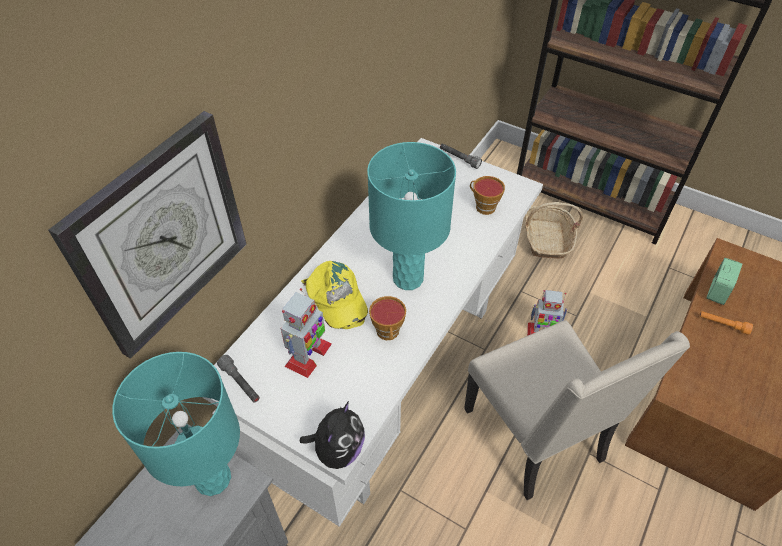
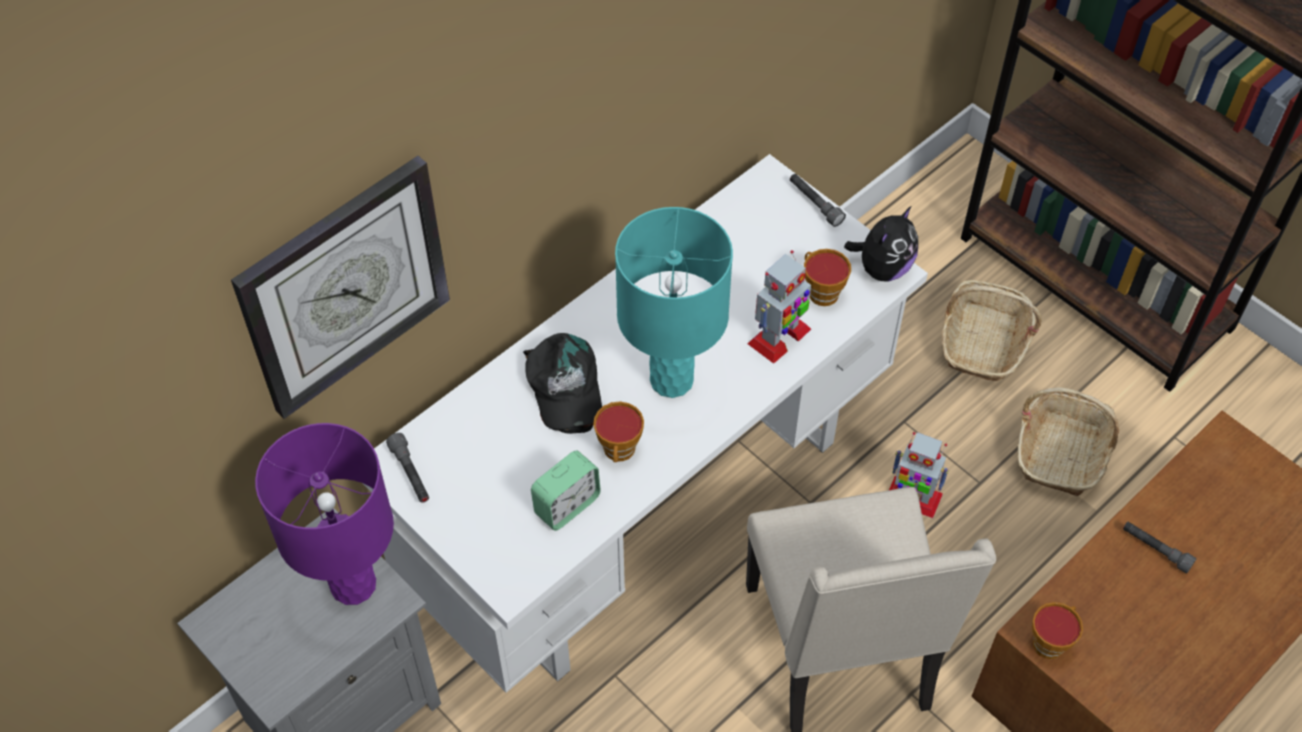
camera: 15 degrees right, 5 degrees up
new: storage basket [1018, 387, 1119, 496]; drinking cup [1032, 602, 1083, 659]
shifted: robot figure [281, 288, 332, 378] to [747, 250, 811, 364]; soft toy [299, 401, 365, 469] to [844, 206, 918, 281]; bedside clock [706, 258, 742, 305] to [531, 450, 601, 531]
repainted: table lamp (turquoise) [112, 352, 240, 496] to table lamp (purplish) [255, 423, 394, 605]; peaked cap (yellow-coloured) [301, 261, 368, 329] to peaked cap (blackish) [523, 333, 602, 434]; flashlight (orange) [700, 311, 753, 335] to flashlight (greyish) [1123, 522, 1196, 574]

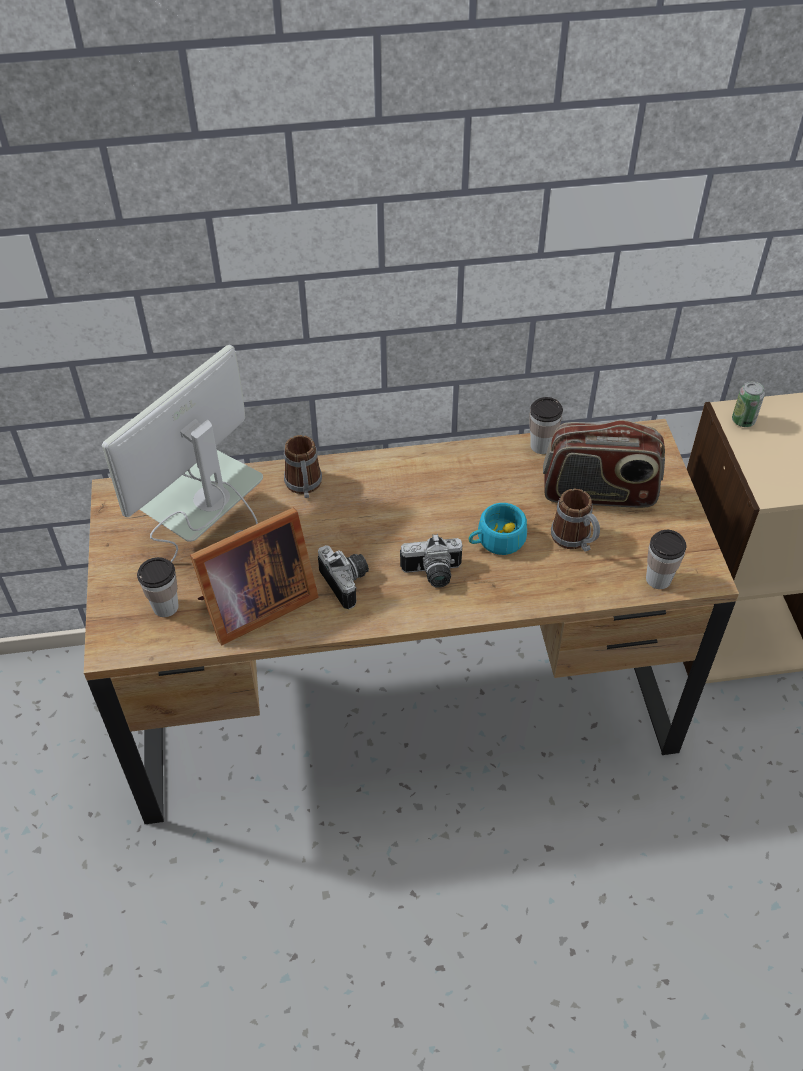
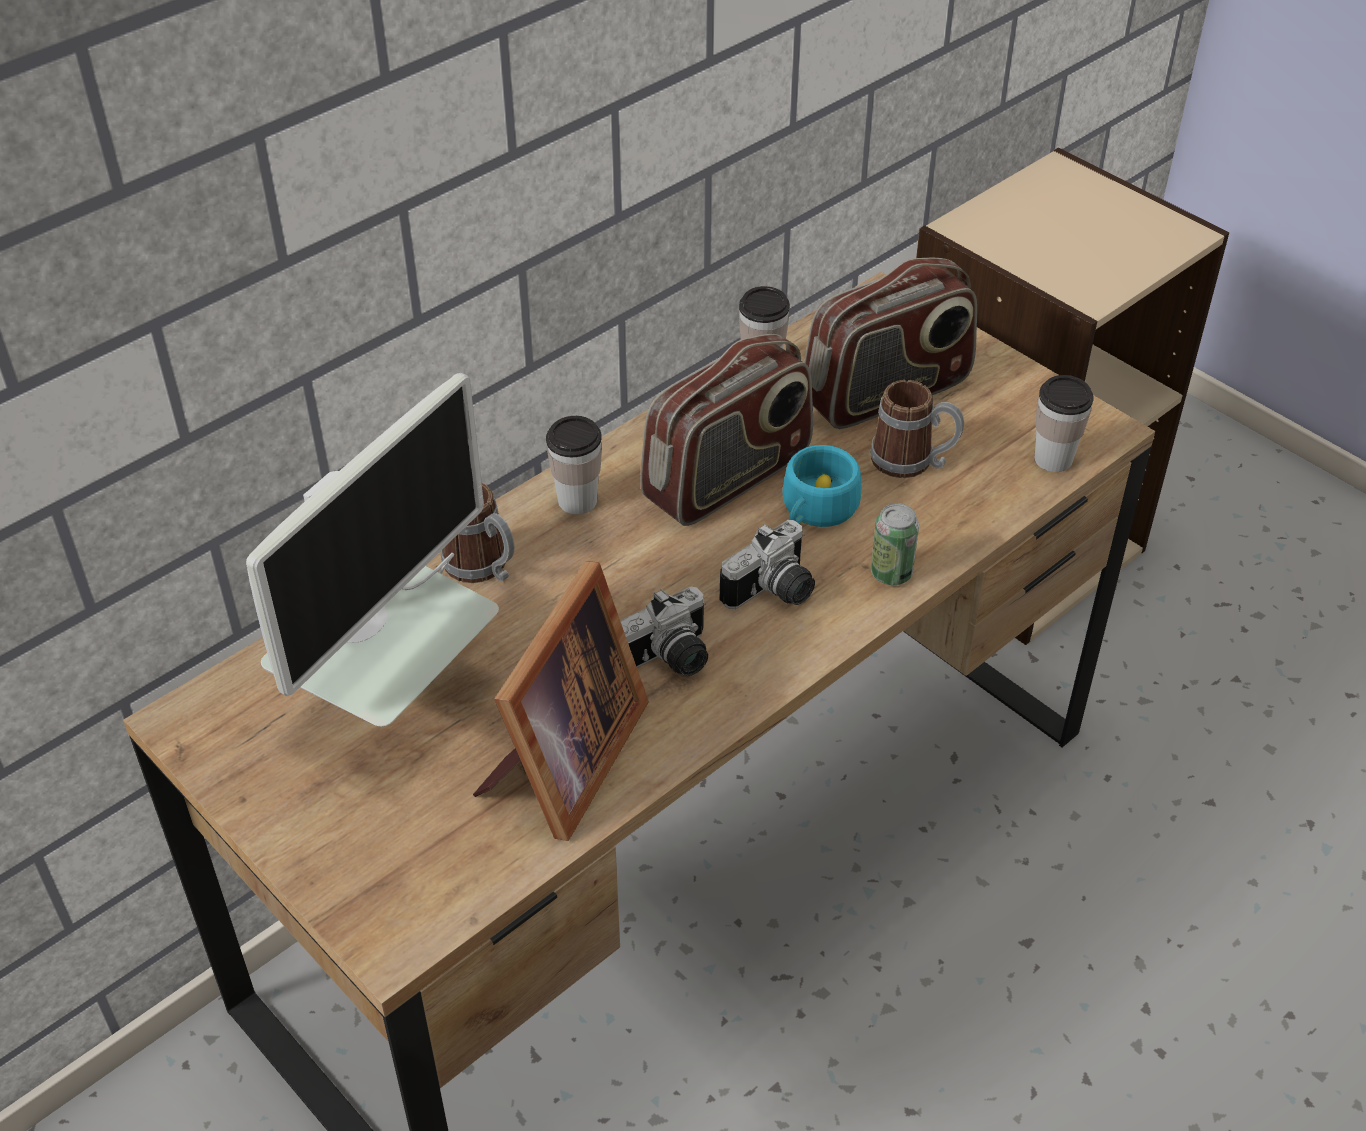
camera: 35 degrees left, 5 degrees down
new: radio [640, 334, 813, 526]
shifted: drinking cup [137, 557, 179, 617] to [546, 416, 602, 514]; metal can [732, 381, 765, 427] to [871, 503, 919, 585]
rotated: computer display [102, 345, 263, 562] = [246, 373, 499, 727] 150 degrees counterclockwise; photo camera [318, 545, 369, 609] = [620, 586, 708, 676] 120 degrees clockwise

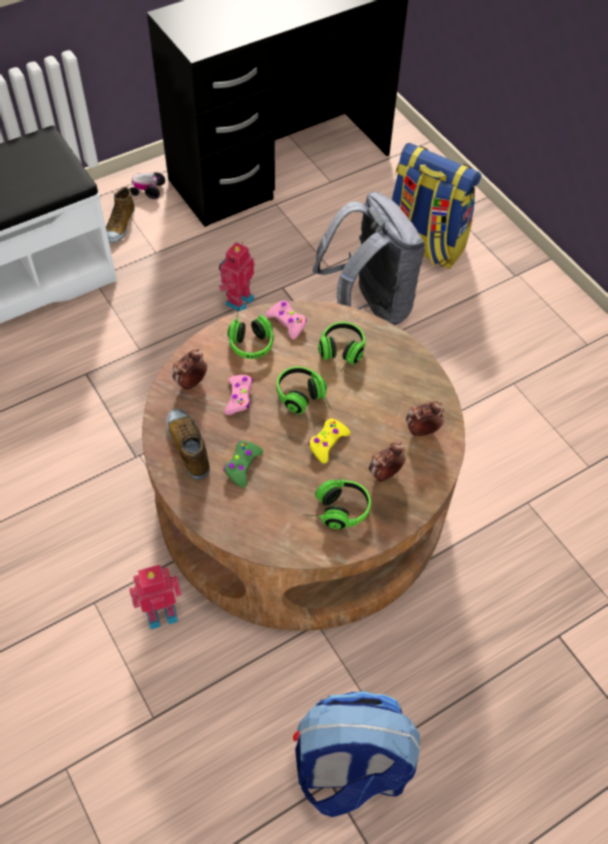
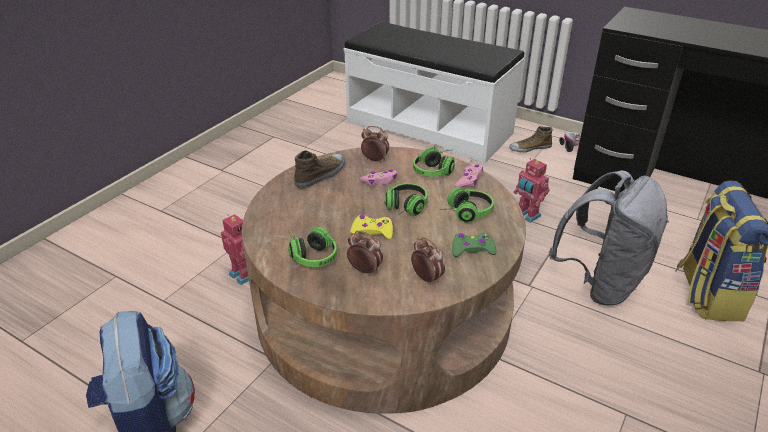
camera: 65 degrees right, 20 degrees down
shifted: joypad (greenish) [223, 441, 263, 488] to [452, 232, 497, 257]
rotated: robot figure [219, 242, 255, 311] = [513, 158, 550, 223] 135 degrees counterclockwise

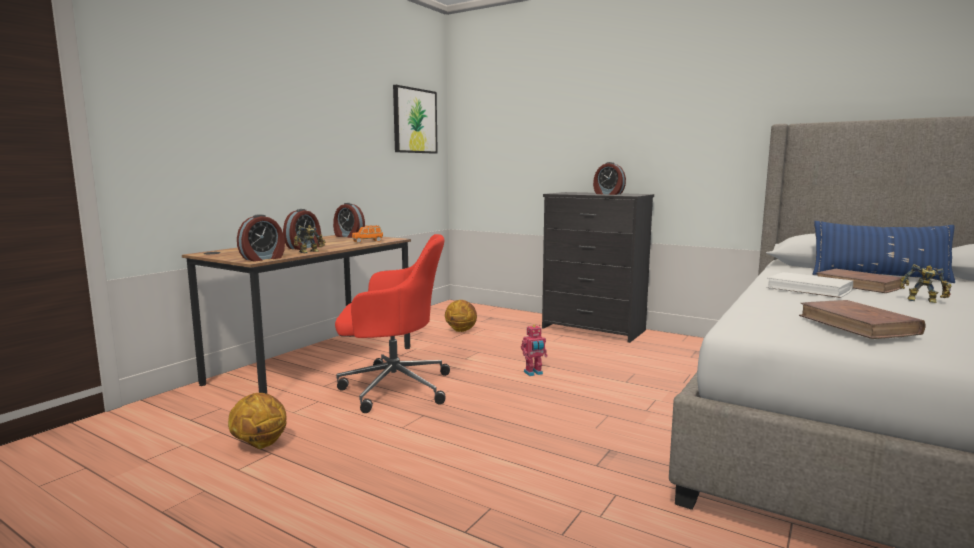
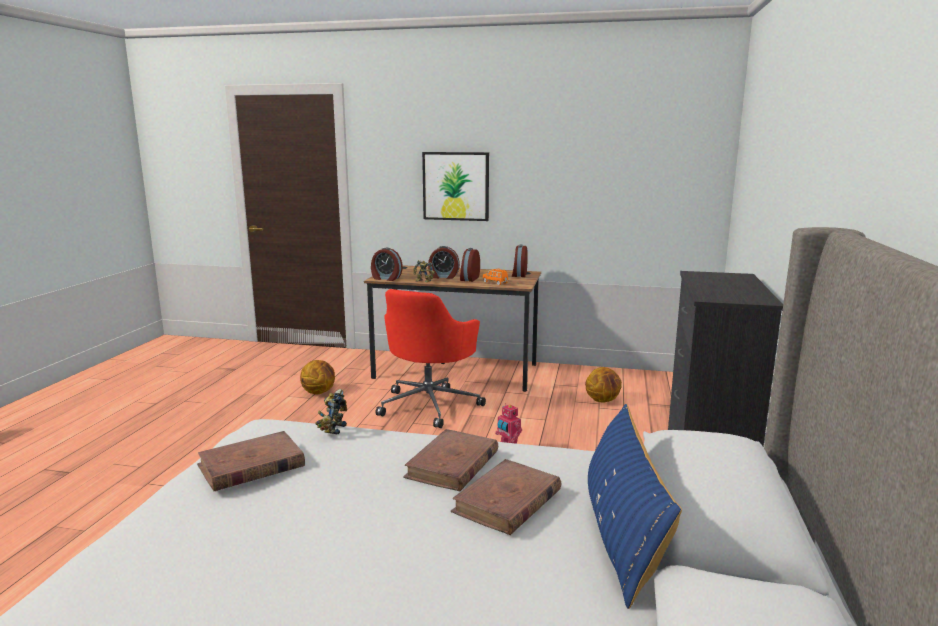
camera: 70 degrees right, 5 degrees up
shifted: picture [393, 85, 438, 154] to [422, 152, 489, 221]; bedside clock [593, 162, 626, 195] to [460, 248, 480, 282]; robot figure [900, 264, 952, 303] to [315, 389, 347, 434]
repainted: bound book (white-coloured) [766, 272, 853, 298] to bound book (brown-coloured) [403, 429, 498, 491]
rotated: office chair (red) [335, 234, 450, 413] = [376, 289, 486, 428] 45 degrees clockwise

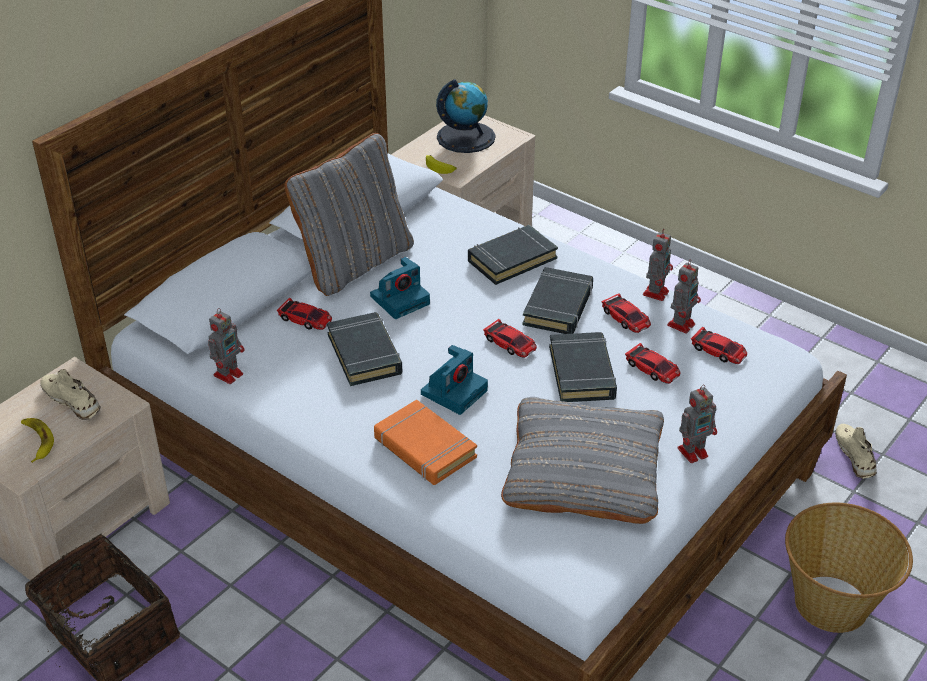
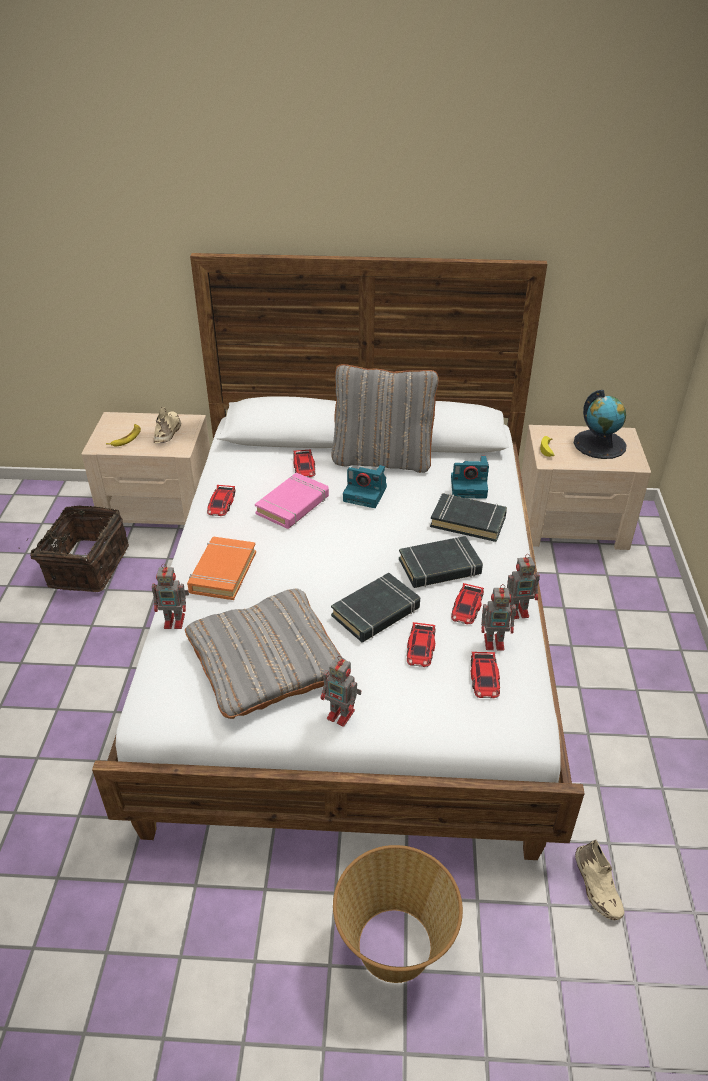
camera: 55 degrees right, 0 degrees up
shifted: robot figure [208, 308, 245, 384] to [152, 564, 189, 629]; photo camera [421, 345, 488, 415] to [451, 456, 489, 499]; model car [483, 319, 537, 358] to [207, 485, 236, 516]
repainted: bound book (blackish) [327, 312, 402, 386] to bound book (pinkish) [255, 473, 329, 529]
rotated: shoe (beige) [835, 424, 877, 479] = [575, 840, 624, 920] 120 degrees clockwise

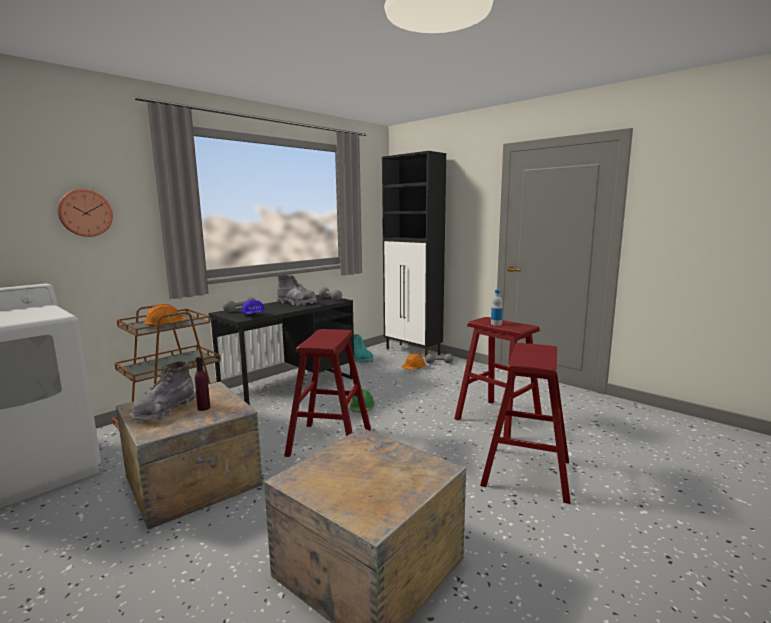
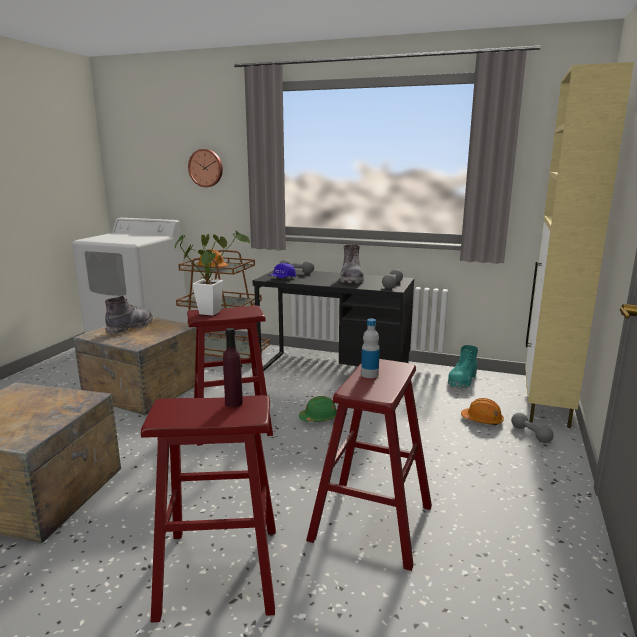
camera: 65 degrees right, 5 degrees up
new: potted plant [175, 230, 250, 316]
shifted: bottle (purplish) [195, 357, 210, 411] to [223, 328, 243, 407]
repainted: cabinet (blackish) [382, 151, 446, 357] to cabinet (beige) [525, 62, 634, 428]
rotated: high-top boot (greyish) [130, 361, 196, 424] = [105, 296, 153, 334] 120 degrees clockwise

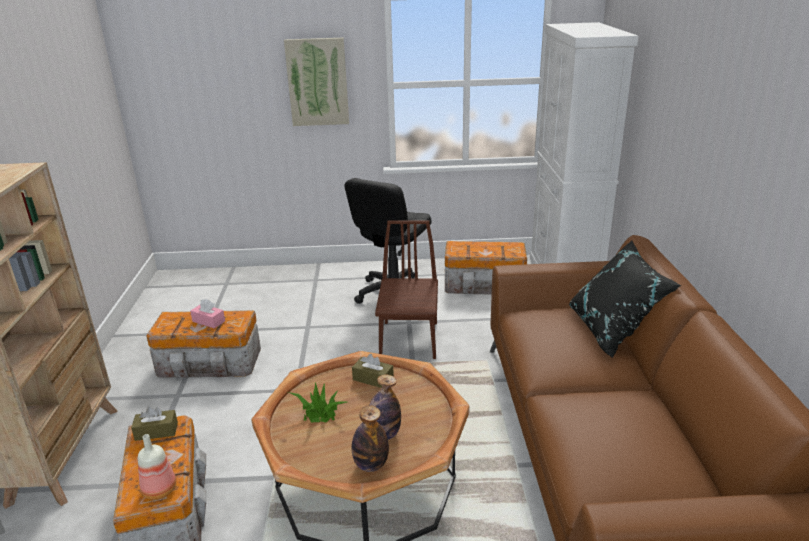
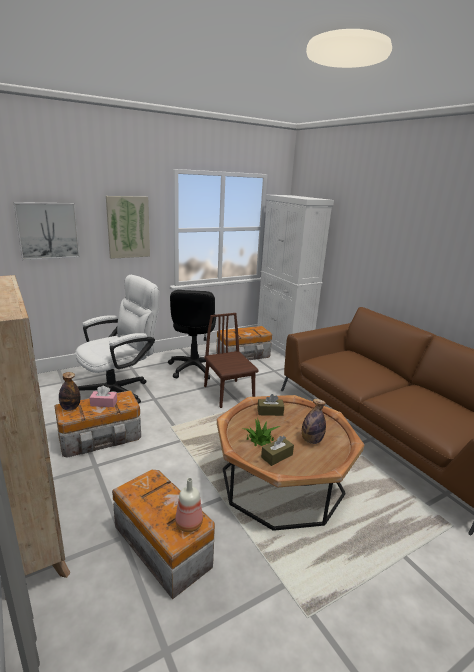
camera: 30 degrees left, 5 degrees down
gone: pillow (blackish) [569, 240, 681, 358]
new: picture [14, 202, 80, 260]; office chair (white-coloured) [75, 275, 159, 404]
shifted: tissue holder (brown-coloured) [131, 406, 178, 441] to [261, 436, 294, 466]; bottle [351, 405, 389, 472] to [59, 372, 80, 411]

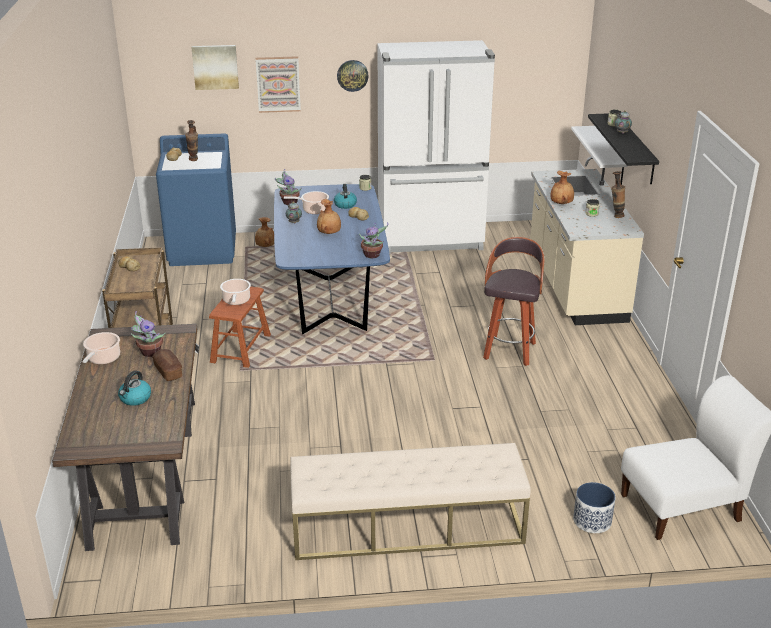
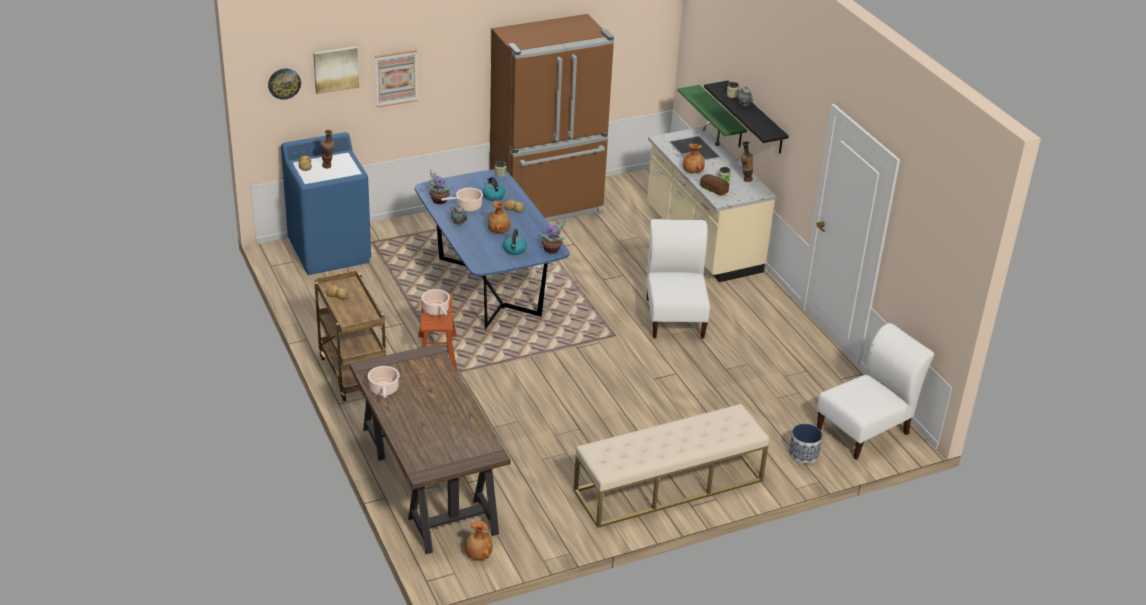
camera: 20 degrees left, 5 degrees up
gone: potted plant [131, 311, 166, 357]
shifted: tea kettle [118, 370, 151, 406] to [503, 229, 527, 255]; bread [152, 349, 182, 381] to [700, 174, 729, 196]; flower vase (brown-coloured) [255, 217, 274, 247] to [465, 521, 493, 560]; wall clock [337, 60, 369, 92] to [268, 69, 301, 100]
swapped: stool seat [483, 237, 544, 366] to upright chair (white-coloured) [646, 219, 710, 339]
repainted: kitchen fridge (white-coloured) [378, 40, 495, 254] to kitchen fridge (brown-coloured) [490, 14, 614, 222]; shelf (white-coloured) [571, 126, 628, 185] to shelf (greenish) [677, 85, 747, 148]

